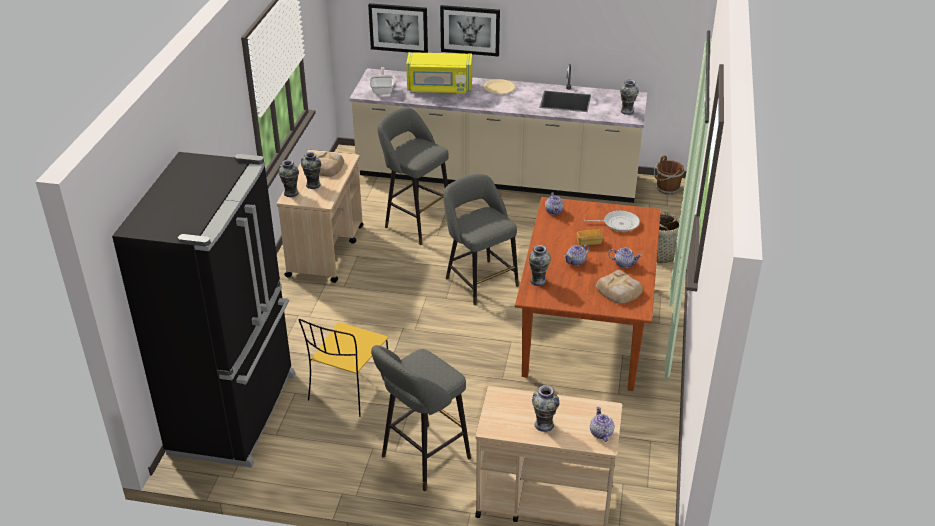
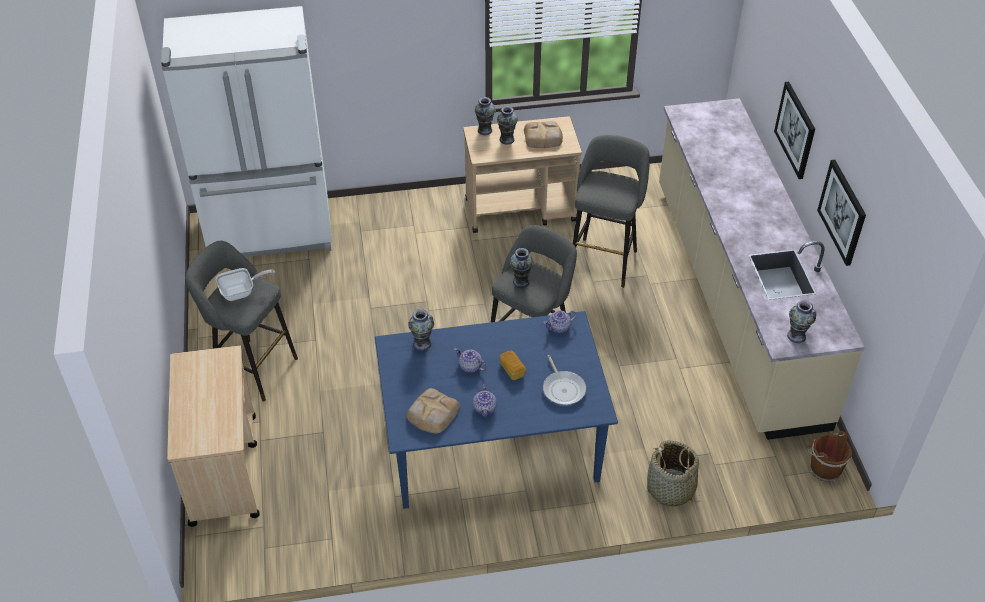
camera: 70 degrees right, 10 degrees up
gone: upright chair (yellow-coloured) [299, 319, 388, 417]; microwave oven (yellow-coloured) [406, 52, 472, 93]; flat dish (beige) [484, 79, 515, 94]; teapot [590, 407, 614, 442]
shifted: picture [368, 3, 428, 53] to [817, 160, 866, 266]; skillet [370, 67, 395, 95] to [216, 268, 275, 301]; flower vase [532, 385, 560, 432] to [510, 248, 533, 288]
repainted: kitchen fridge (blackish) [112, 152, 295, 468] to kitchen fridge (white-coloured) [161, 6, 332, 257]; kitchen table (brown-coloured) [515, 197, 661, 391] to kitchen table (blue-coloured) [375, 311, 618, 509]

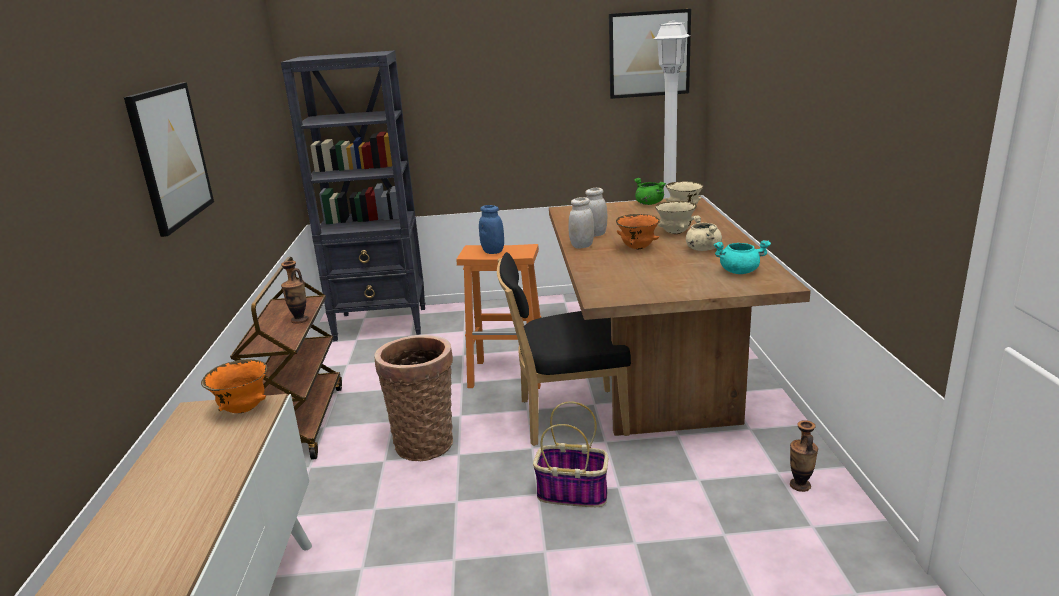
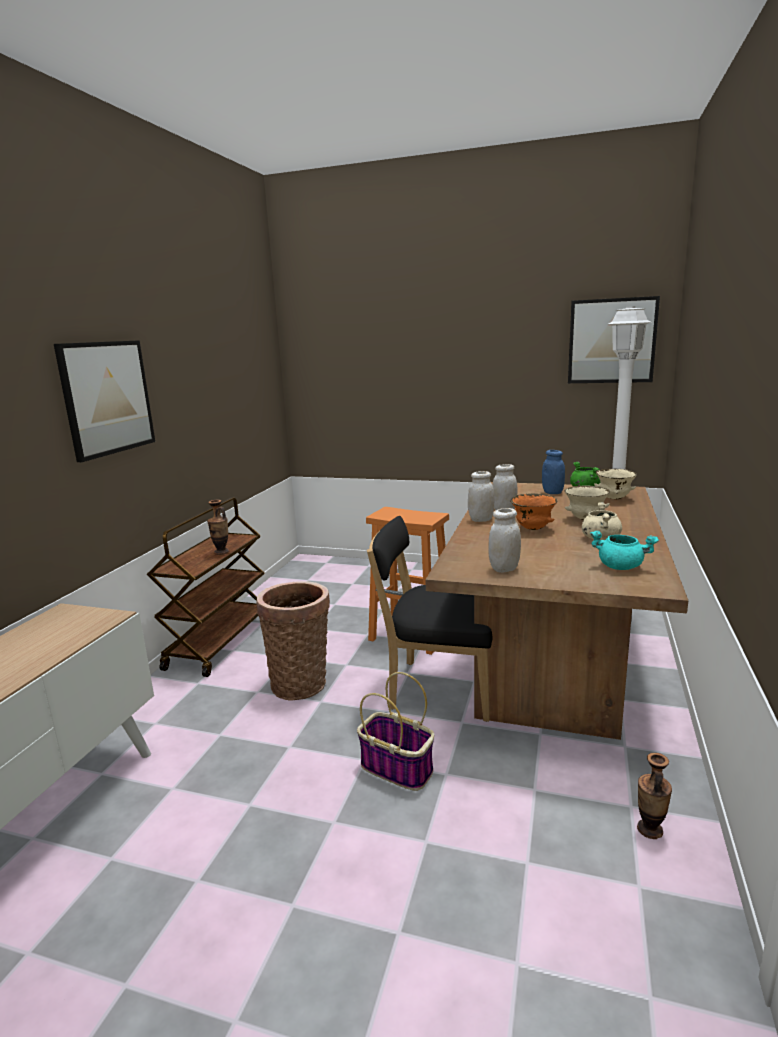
camera: 20 degrees right, 5 degrees down
gone: serving bowl (orange) [201, 359, 268, 413]; bookcase (blackish) [281, 51, 425, 341]
new: preserve jar (white-coloured) [488, 508, 521, 573]
shifted: preserve jar (blue-coloured) [479, 205, 504, 254] to [542, 450, 565, 494]

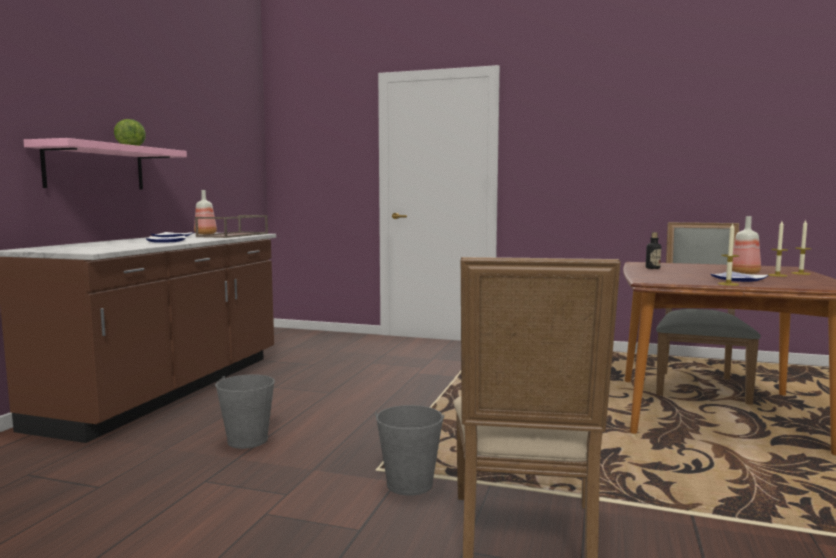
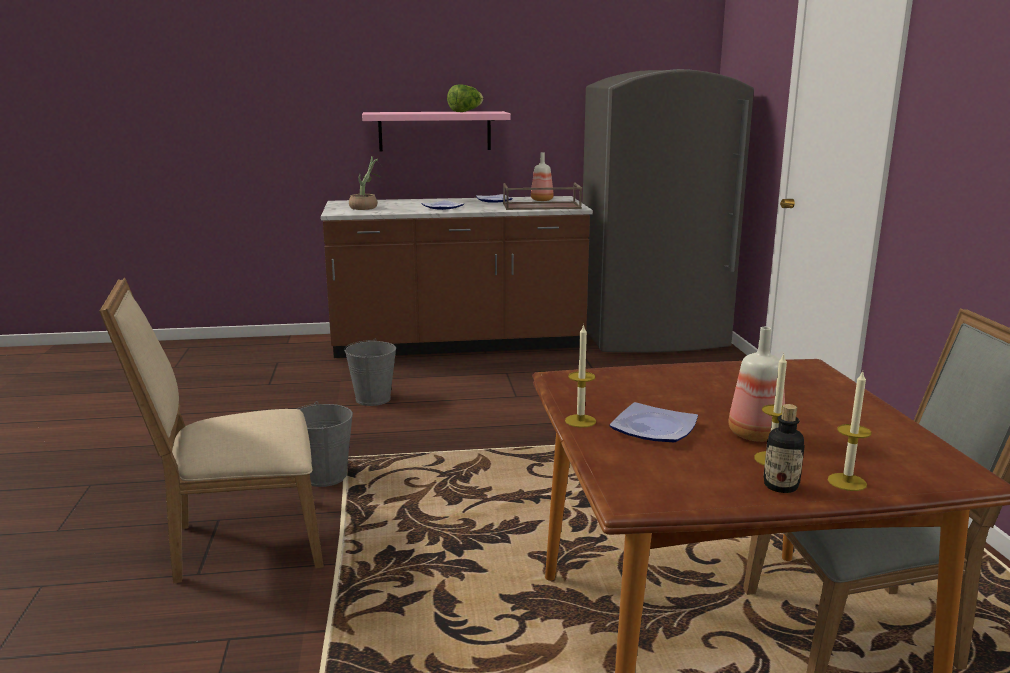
camera: 65 degrees right, 10 degrees up
new: potted plant [349, 156, 382, 210]; kitchen fridge (greyish) [583, 69, 754, 352]
shifted: bottle [646, 232, 661, 269] to [763, 404, 805, 493]

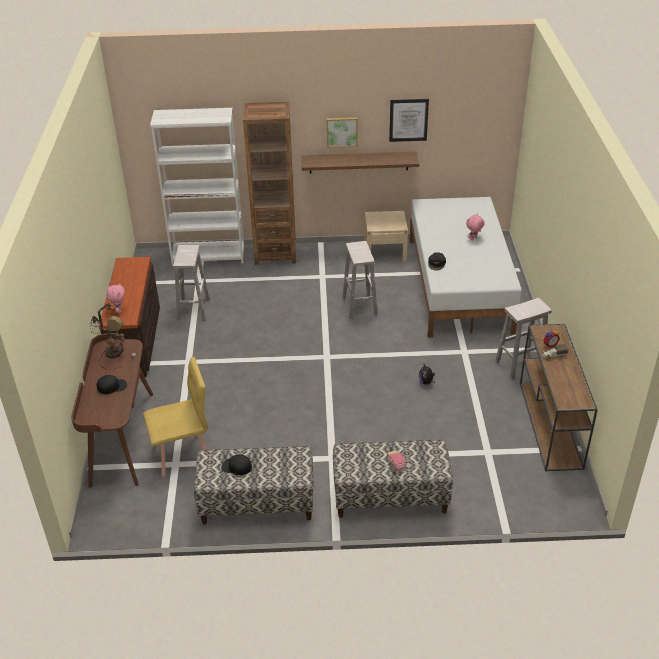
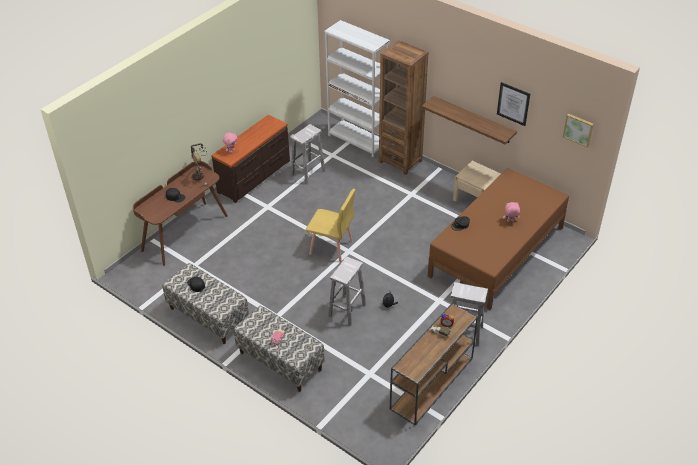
camera: 40 degrees right, 5 degrees up
shifted: upright chair (yellow-coloured) [143, 357, 208, 477] to [305, 189, 356, 263]; picture [327, 117, 358, 148] to [563, 114, 594, 147]; stool seat (white-coloured) [342, 241, 378, 319] to [328, 257, 366, 326]
repainted: bedroom bed (white-coloured) [410, 197, 522, 338] to bedroom bed (brown-coloured) [428, 168, 569, 310]

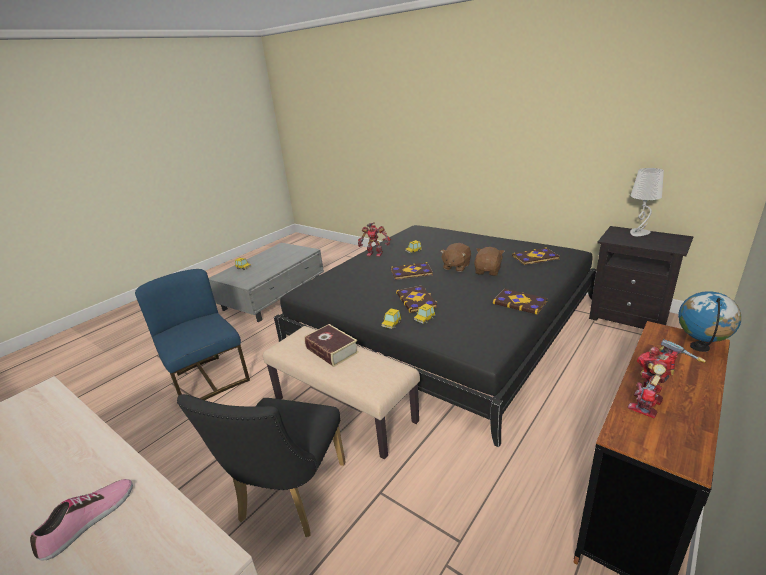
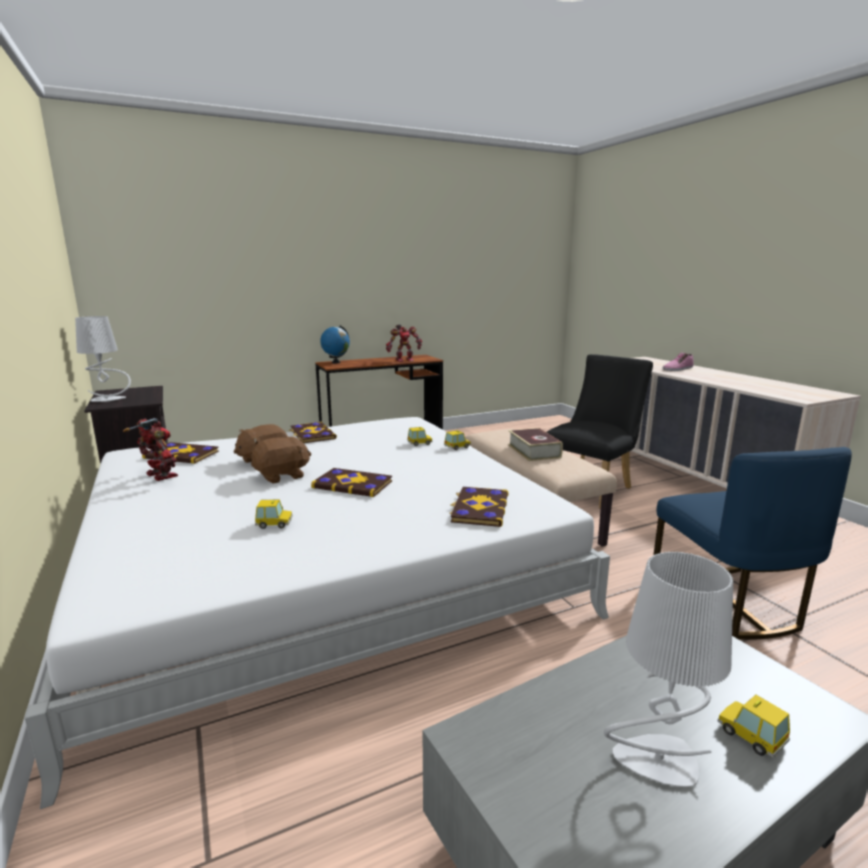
camera: 155 degrees left, 10 degrees down
new: table lamp (greyish) [604, 551, 733, 787]
shifted: robot figure [358, 222, 391, 257] to [123, 418, 178, 481]; bound book [396, 285, 437, 313] to [449, 487, 509, 527]
repainted: bedroom bed (blackish) [274, 225, 597, 447] to bedroom bed (white-coloured) [25, 417, 610, 809]

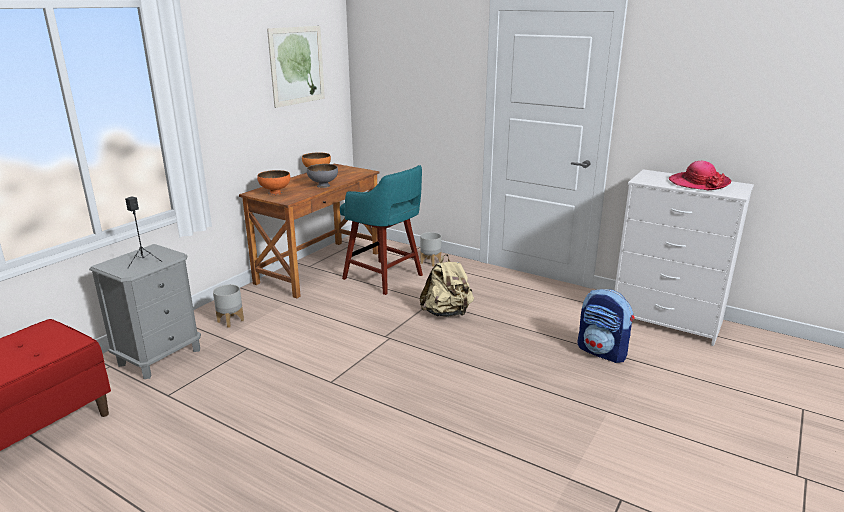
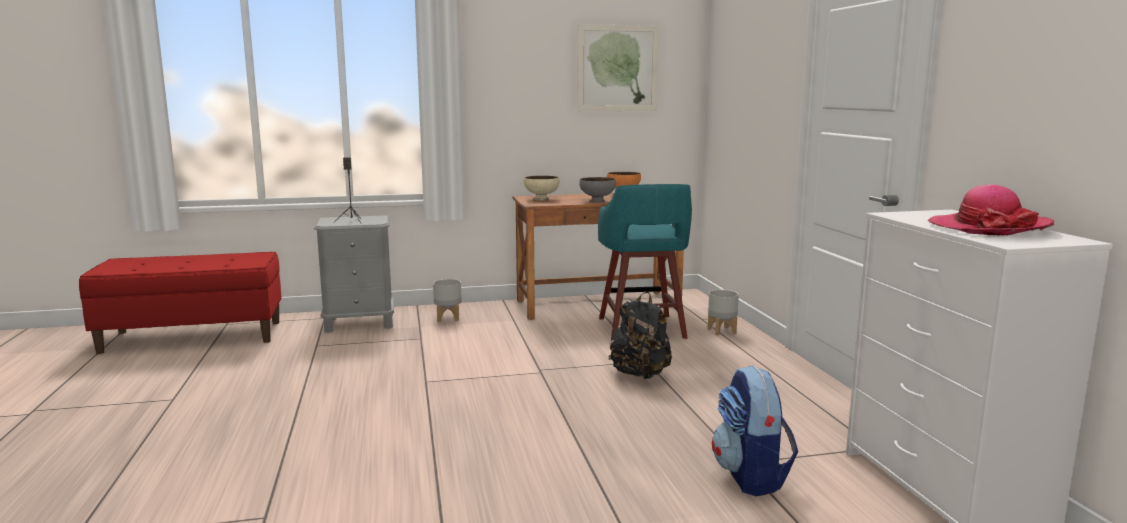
camera: 45 degrees right, 10 degrees down
repainted: serving bowl (orange) [257, 170, 290, 195] to serving bowl (beige) [524, 175, 559, 200]; rucksack (beige) [420, 254, 474, 317] to rucksack (blackish) [609, 292, 672, 379]

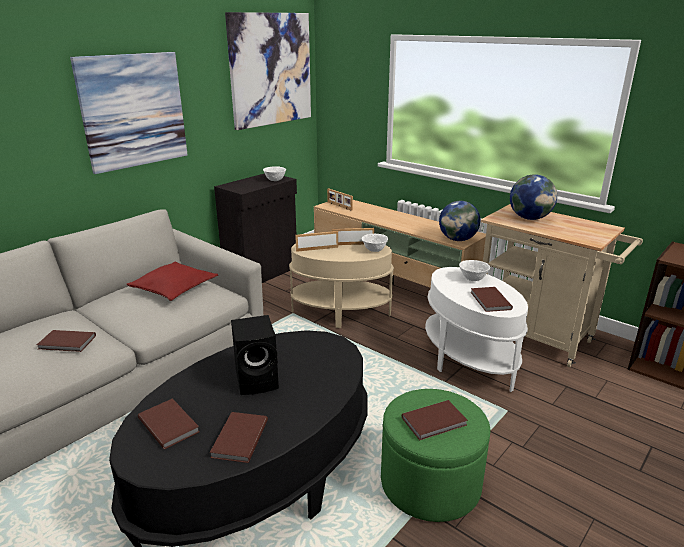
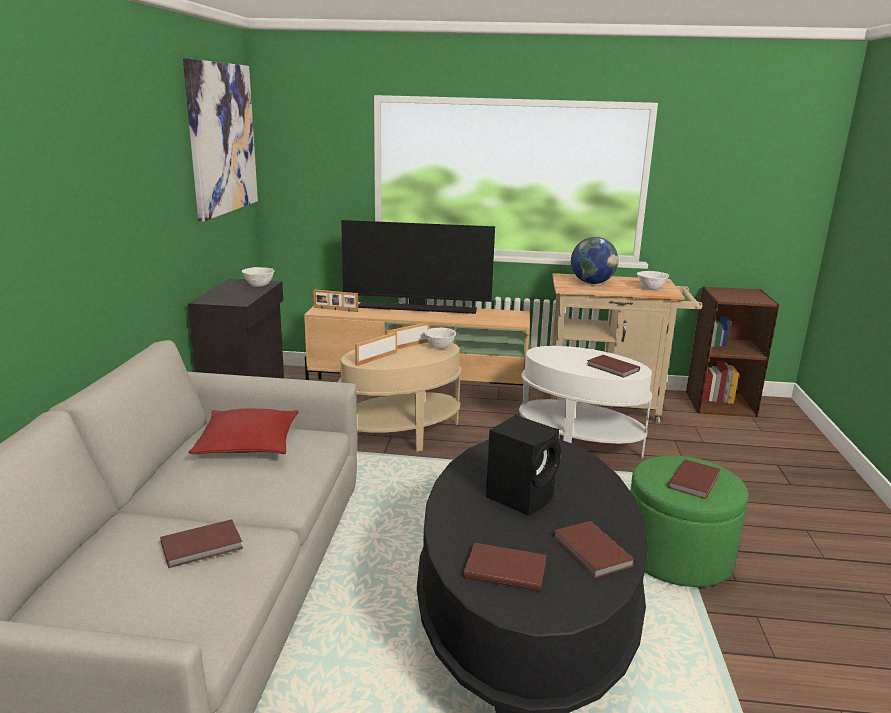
camera: 35 degrees left, 5 degrees down
gone: picture [70, 52, 188, 174]; world globe [439, 201, 481, 241]
new: television [341, 220, 495, 314]
shifted: serving bowl (white-coloured) [459, 260, 490, 281] to [637, 271, 669, 290]

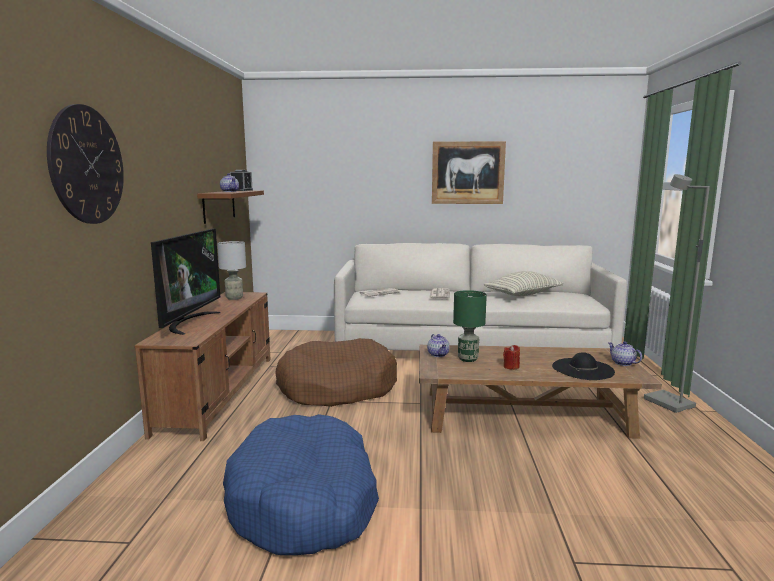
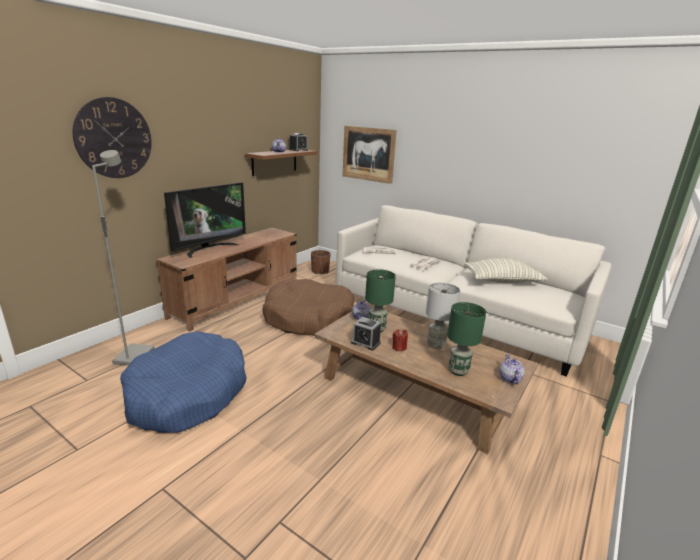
camera: 30 degrees right, 10 degrees up
new: plant pot (brown-coloured) [311, 250, 330, 274]; bedside clock [351, 317, 381, 350]
shifted: table lamp (greyish) [217, 241, 246, 300] to [426, 282, 460, 349]; picture [432, 141, 506, 204] to [343, 126, 397, 184]; standing lamp (greyish) [644, 174, 710, 413] to [92, 150, 155, 365]
swapped: wearable hat (blackish) [552, 352, 615, 380] to table lamp (greenish) [447, 302, 486, 376]

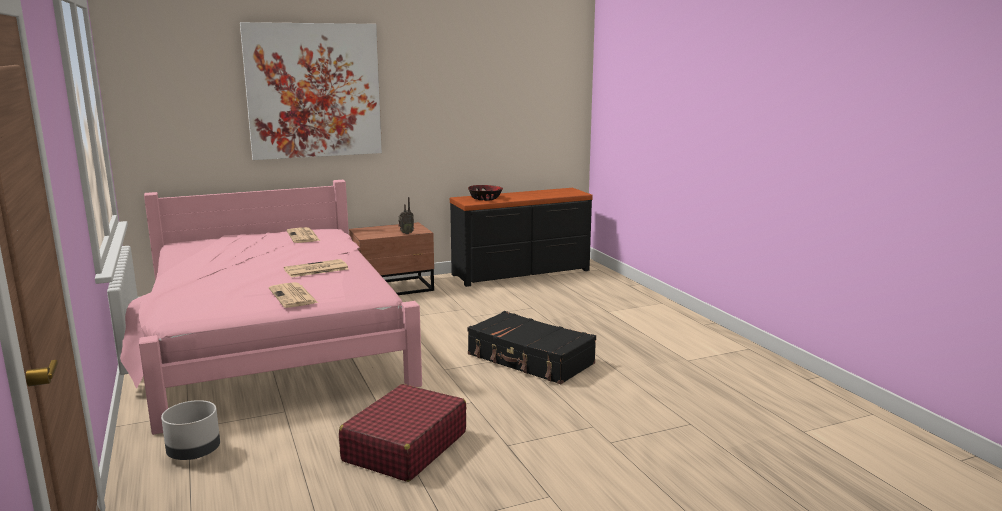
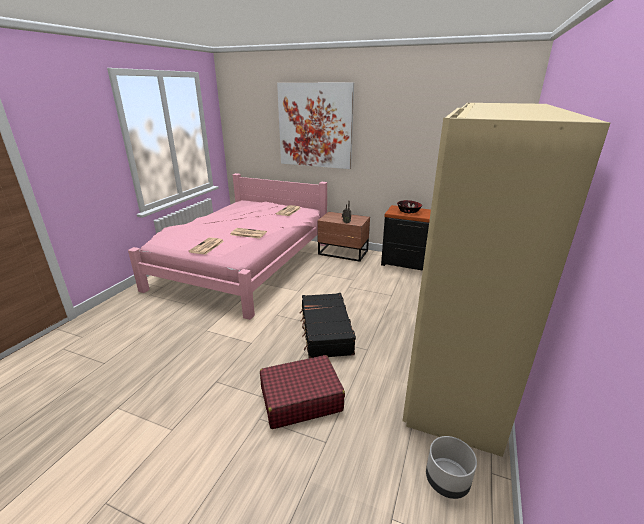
camera: 45 degrees right, 10 degrees up
new: armoire (beige) [402, 103, 610, 457]
shifted: plant pot (greyish) [161, 400, 220, 460] to [426, 436, 477, 499]; travel case (red) [339, 384, 466, 482] to [260, 355, 345, 429]

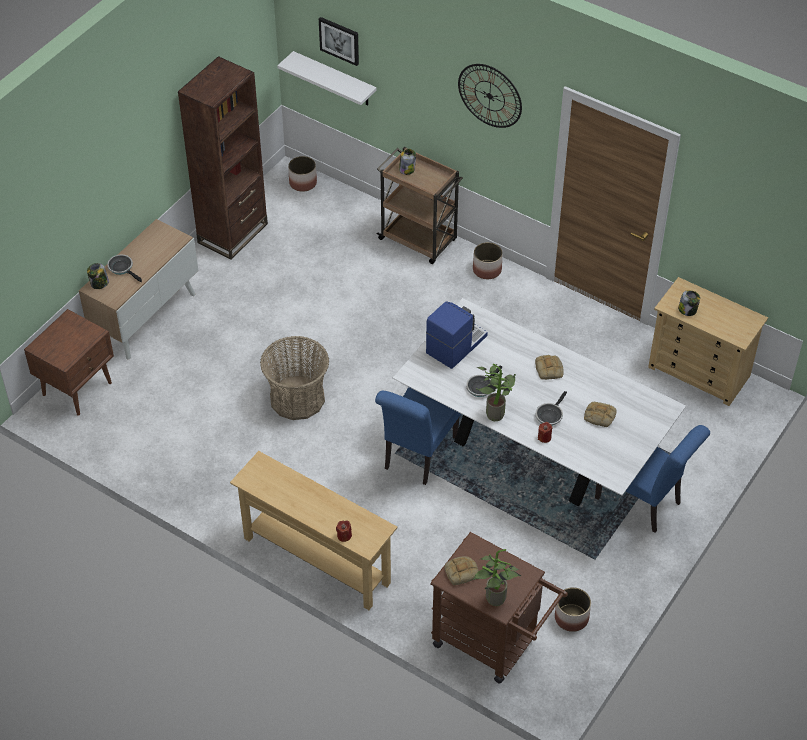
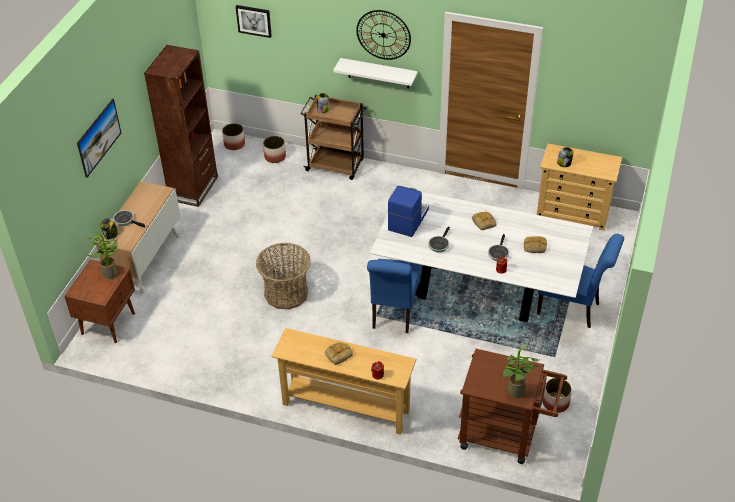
camera: 15 degrees left, 5 degrees down
new: picture [77, 99, 121, 178]
shifted: shelf (white-coloured) [277, 51, 376, 106] to [333, 58, 417, 88]; bread [445, 556, 478, 585] to [325, 342, 353, 365]; plant pot [473, 242, 503, 279] to [263, 136, 286, 163]; potted plant [476, 363, 516, 421] to [85, 231, 118, 279]

